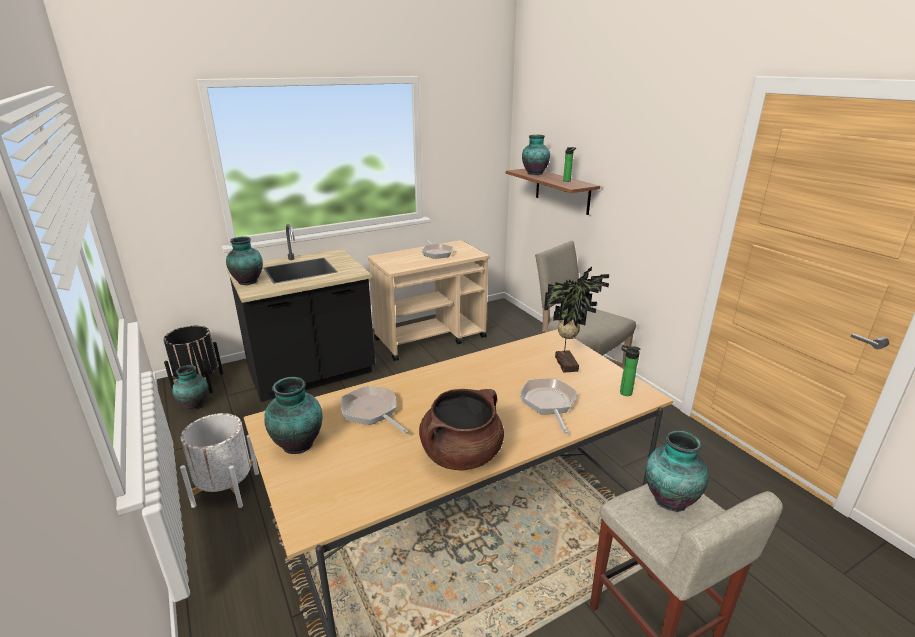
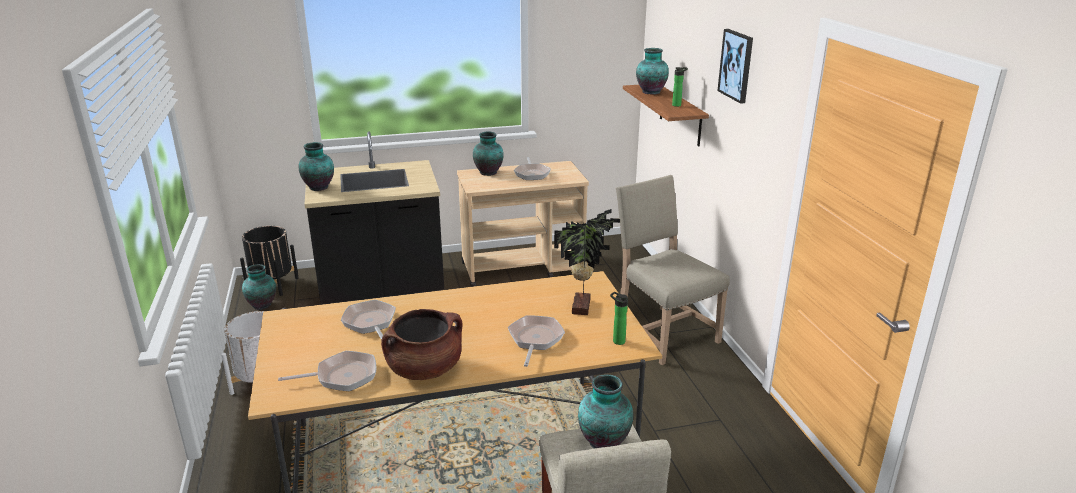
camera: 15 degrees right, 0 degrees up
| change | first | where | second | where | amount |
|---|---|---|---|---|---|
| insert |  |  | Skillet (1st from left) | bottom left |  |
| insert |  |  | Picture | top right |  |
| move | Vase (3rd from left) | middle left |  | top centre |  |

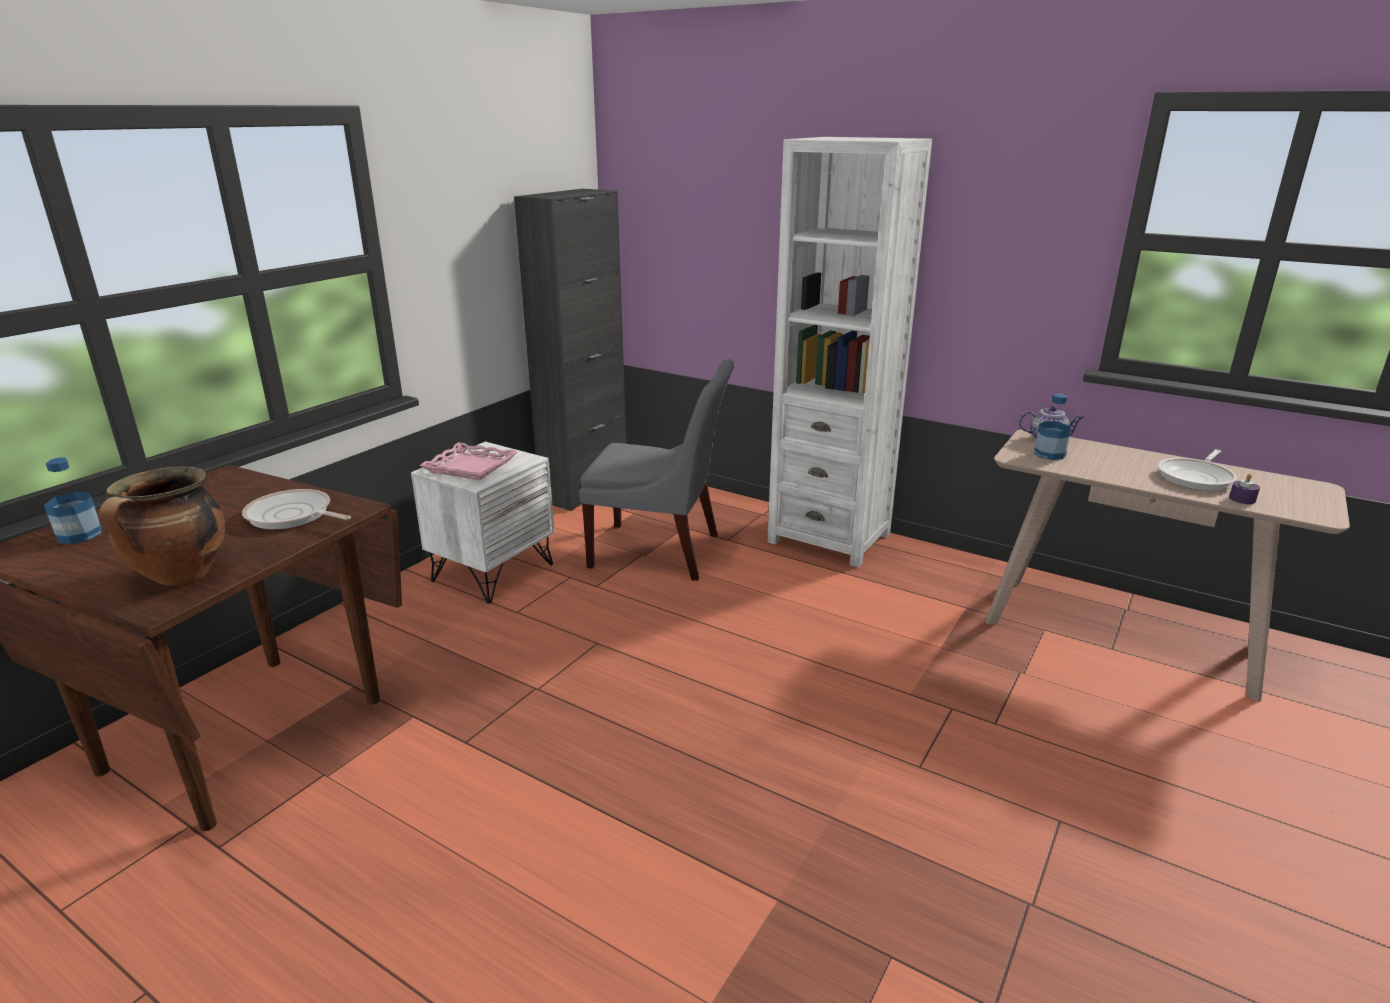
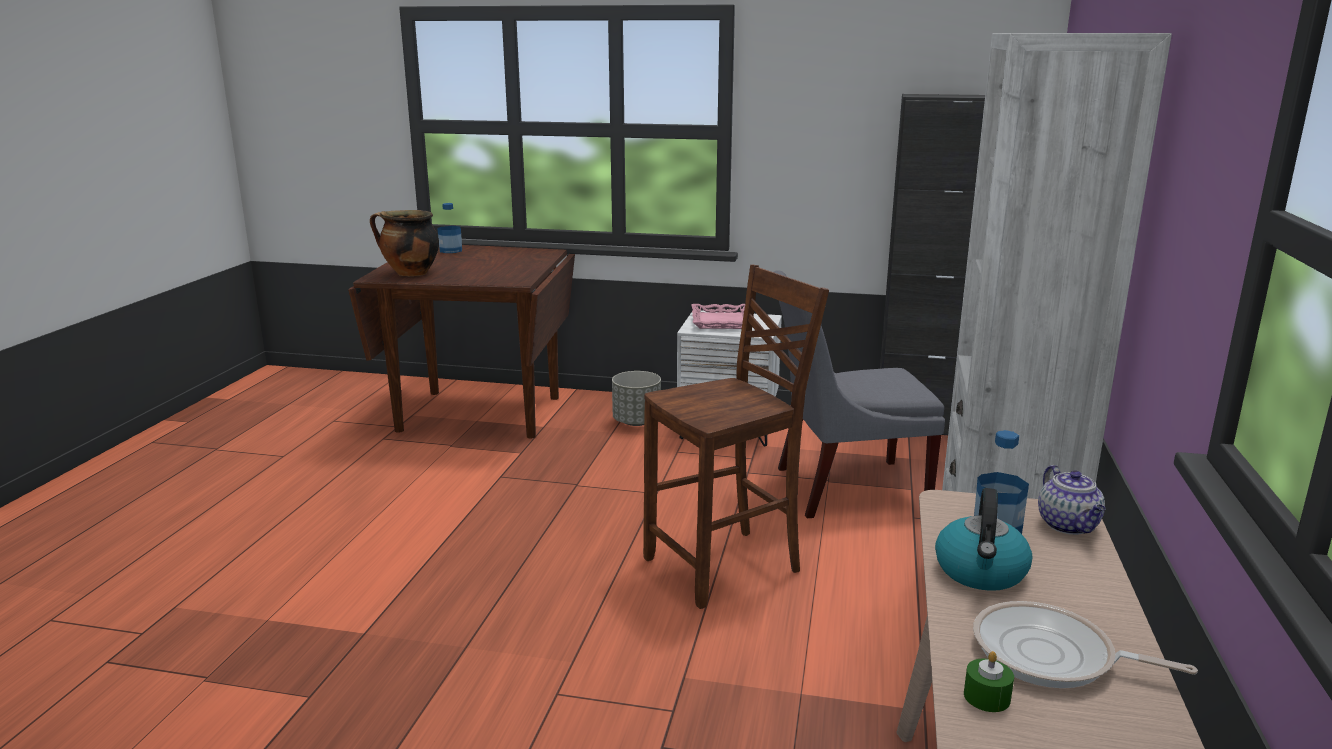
camera: 70 degrees right, 5 degrees down
| change | first | where | second | where | amount |
|---|---|---|---|---|---|
| delete | Skillet (1st from left) | middle left |  |  |  |
| insert |  |  | GrayFlowerPot | centre |  |
| insert |  |  | BrownUprightChair | centre |  |
| insert |  |  | Kettle | bottom right |  |
| recolor | PurpleColouredWaxLight | middle right | GreenishWaxLight | bottom right |  |
| rotate | GrayUprightChair | centre |  | centre | 90 degrees clockwise |

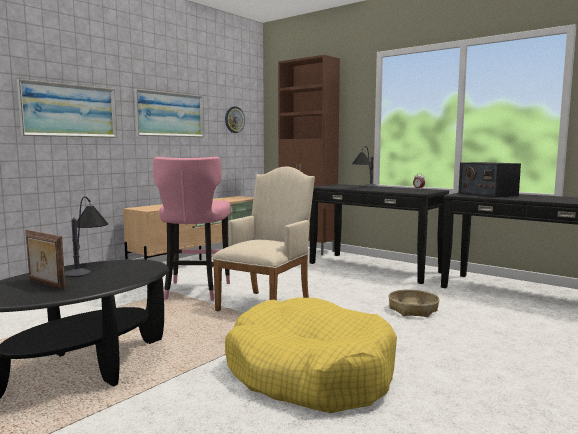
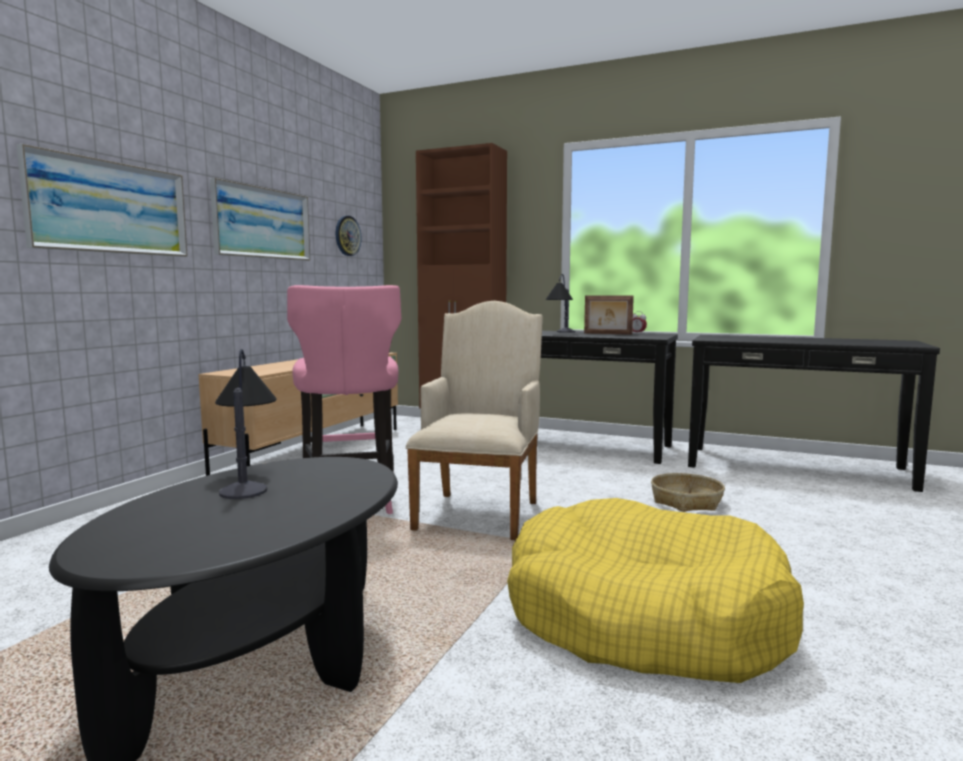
camera: 15 degrees left, 0 degrees up
| change | first | where | second | where | amount |
|---|---|---|---|---|---|
| delete | Radio | middle right |  |  |  |
| move | PictureFrame | middle left |  | centre |  |

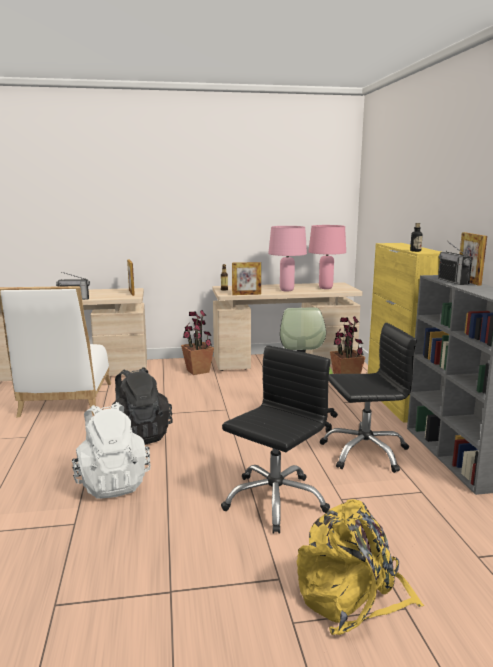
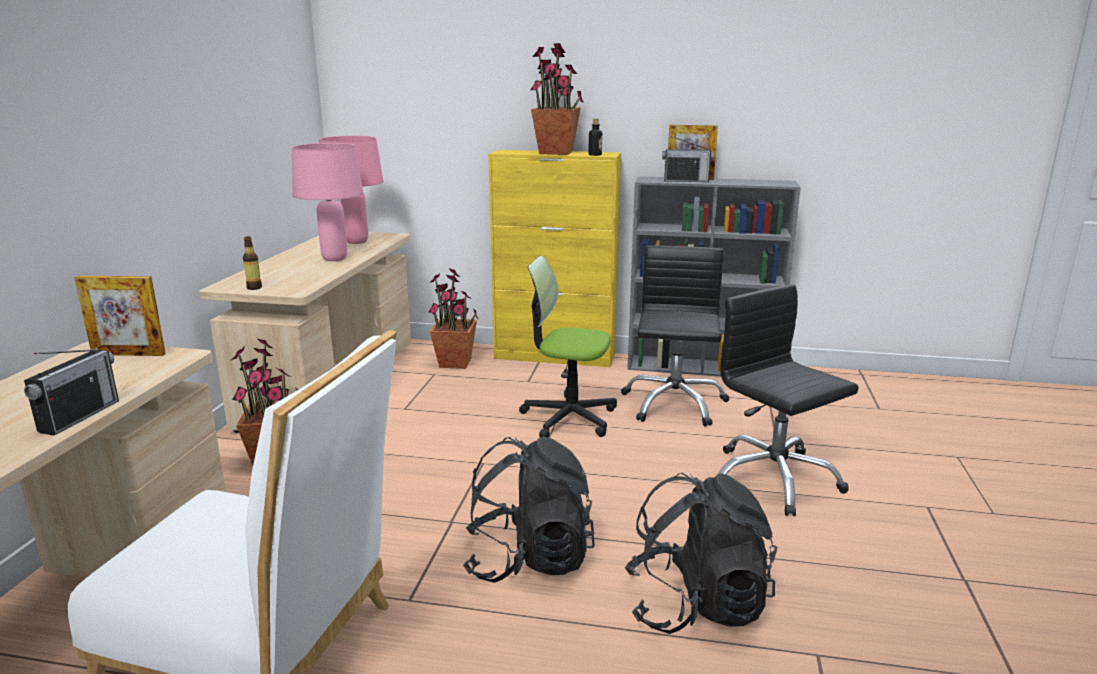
camera: 70 degrees left, 5 degrees up
| change | first | where | second | where | amount |
|---|---|---|---|---|---|
| delete | PictureFrame (2nd from left) | centre |  |  |  |
| delete | YellowKnapsack | bottom right |  |  |  |
| insert |  |  | PottedPlant (3rd from left) | top centre |  |
| recolor | WhiteColouredKnapsack | bottom left | BlackColouredKnapsack (2nd from left) | bottom centre |  |

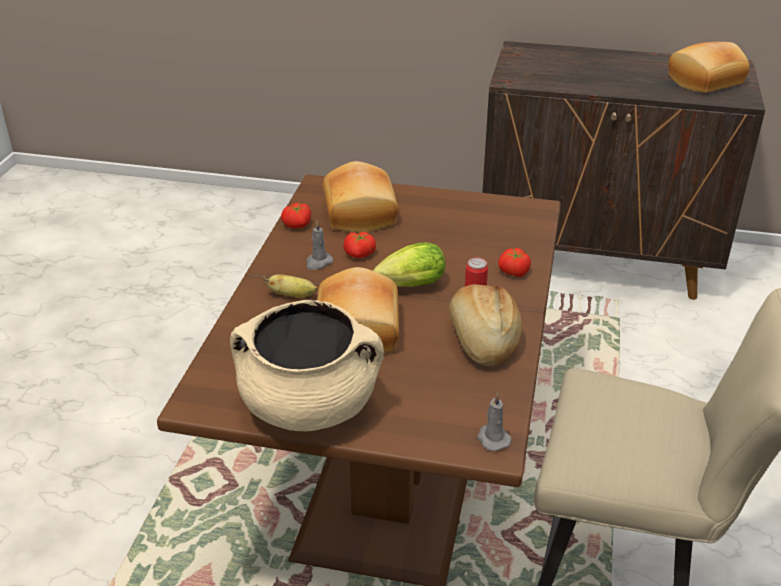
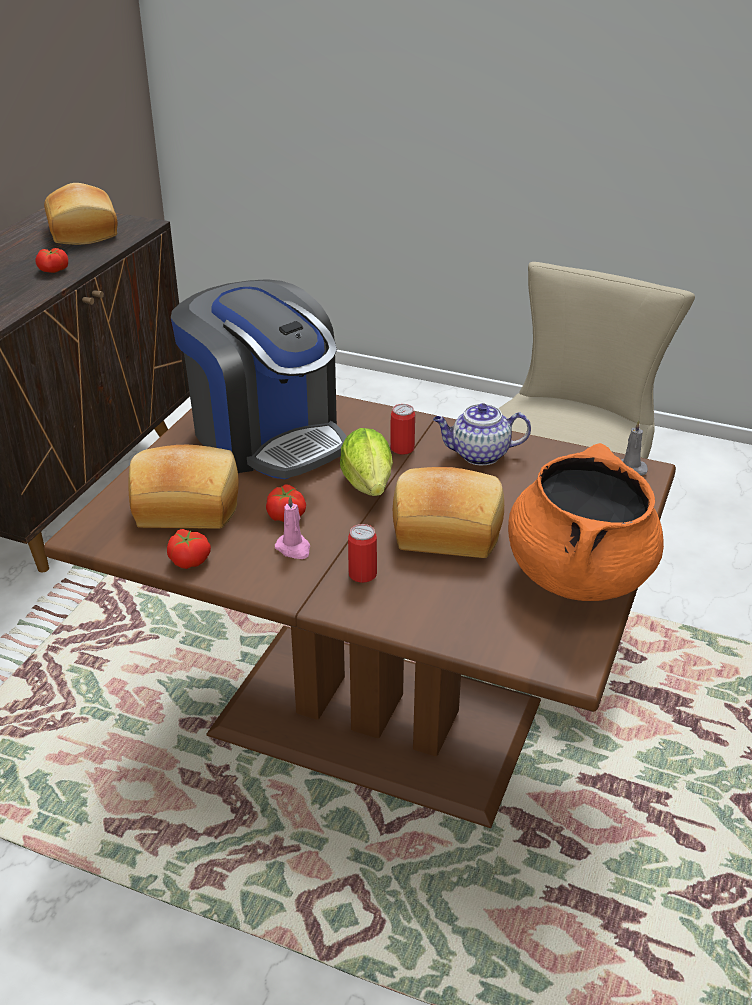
camera: 80 degrees left, 0 degrees up
| change | first | where | second | where | amount |
|---|---|---|---|---|---|
| insert |  |  | CoffeeBrewer | centre |  |
| move | FreshTomato (3rd from left in the first image) | centre | FreshTomato (1st from left) | top left |  |
| replace | Banana | centre | MetalCan (1st from left) | centre |  |
| replace | BakeryBread (3rd from left) | centre | PotForTea | centre |  |
| recolor | BeigeColouredSaucepot | centre | OrangeSaucepot | middle right |  |
| recolor | GrayWaxLight (1st from left) | centre | PinkWaxLight | centre |  |

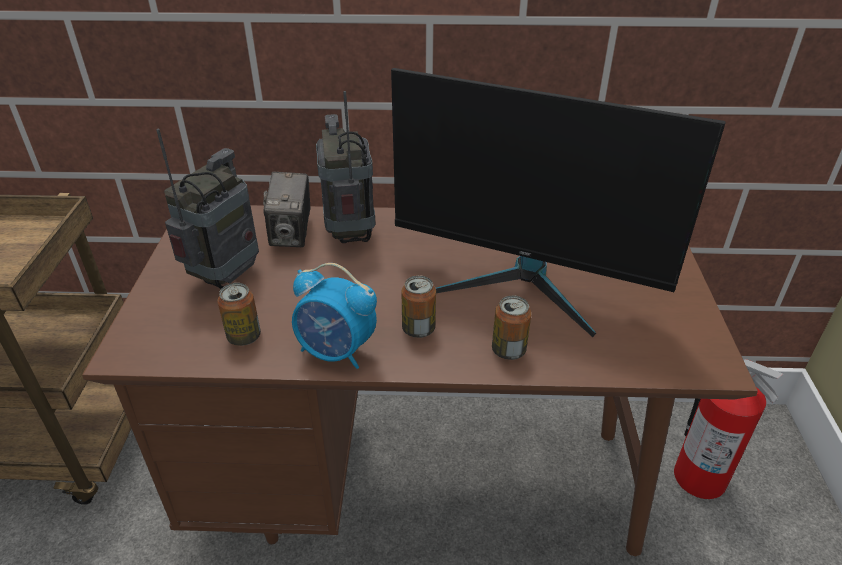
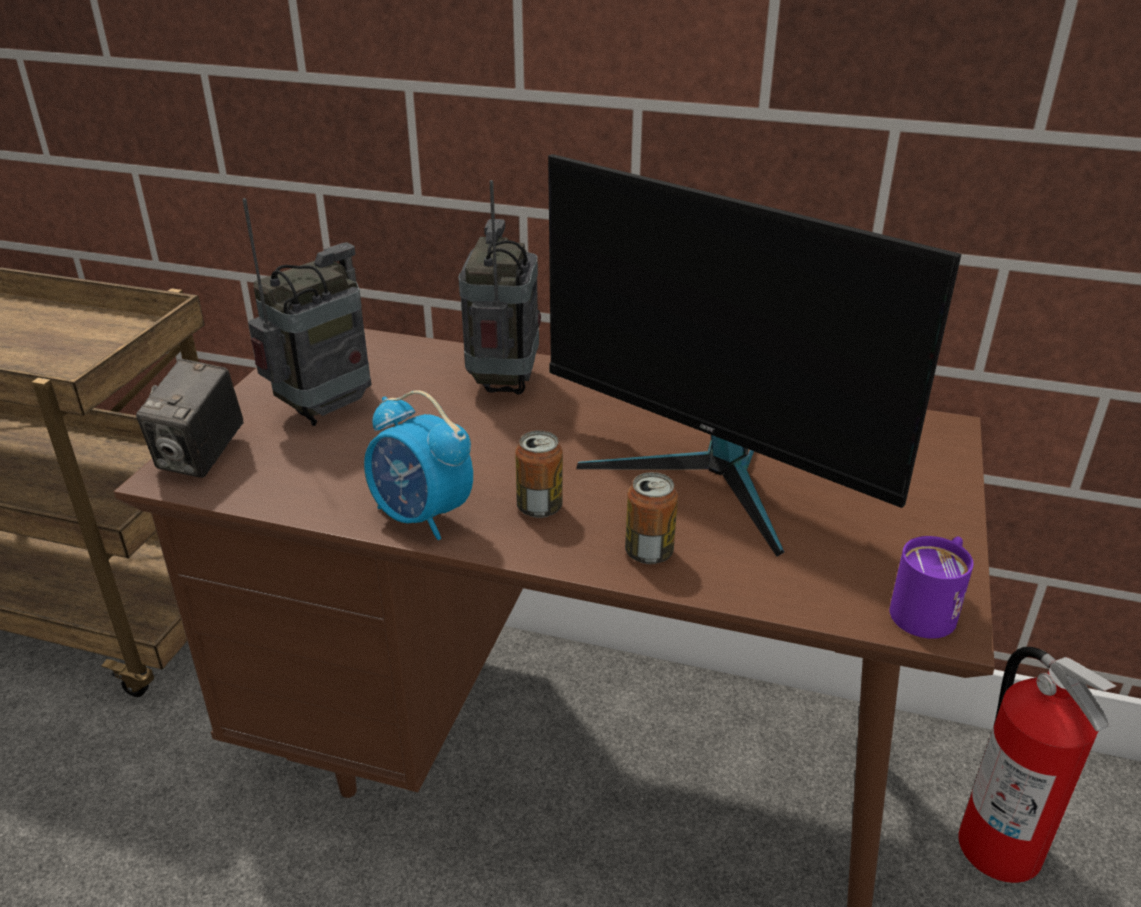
camera: 15 degrees right, 5 degrees down
| change | first | where | second | where | amount |
|---|---|---|---|---|---|
| delete | MetalCan (1st from left) | middle left |  |  |  |
| insert |  |  | PurpleColouredTeaMug | middle right |  |
| move | StillCamera | centre |  | middle left |  |

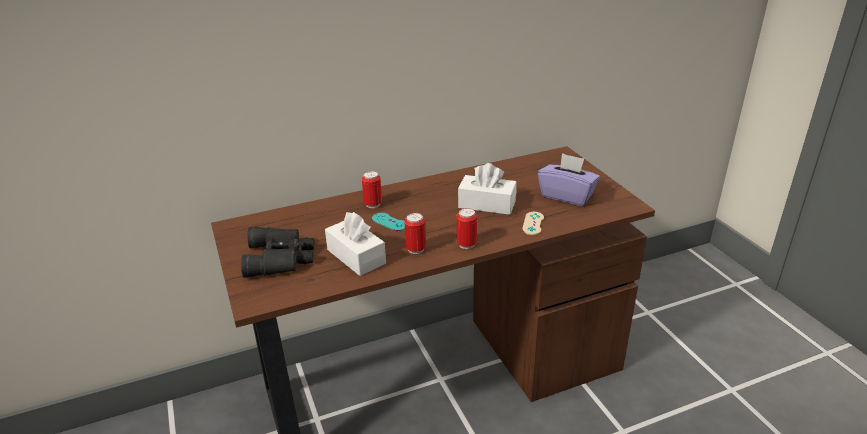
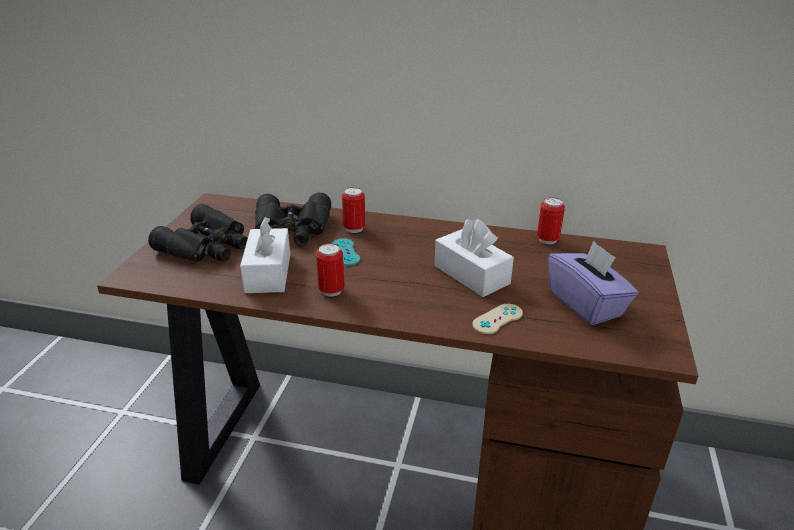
camera: 35 degrees right, 0 degrees up
| change | first | where | second | where | amount |
|---|---|---|---|---|---|
| insert |  |  | BlackColouredBinoculars (2nd from left) | centre |  |
| move | MetalCan (3rd from left) | centre |  | middle right |  |

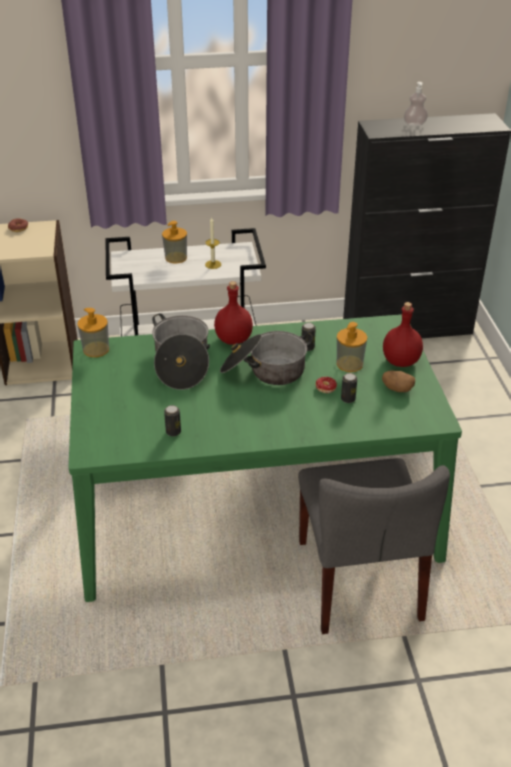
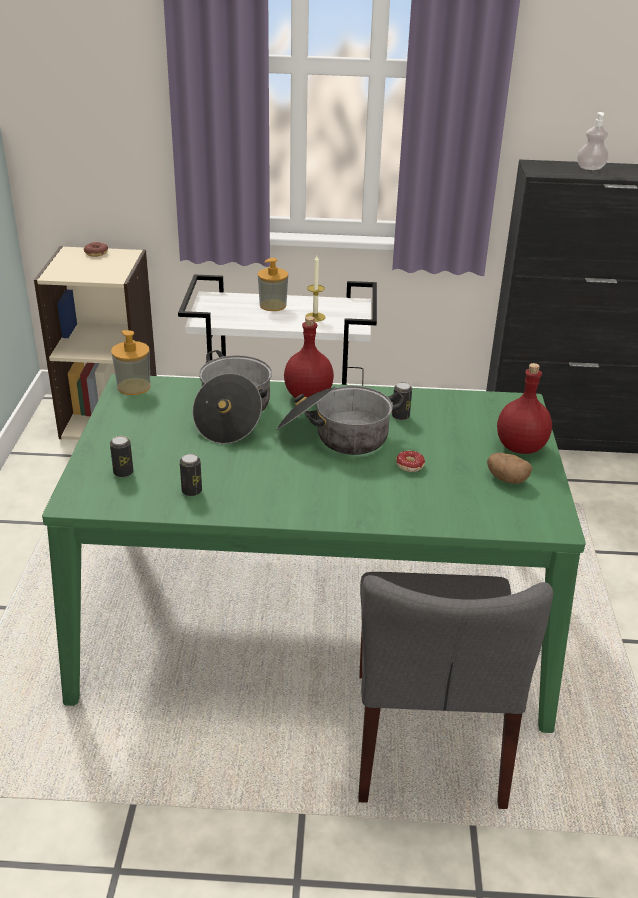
camera: 10 degrees right, 5 degrees down
| change | first | where | second | where | amount |
|---|---|---|---|---|---|
| delete | LiquidSoapBottle (3rd from left) | middle right |  |  |  |
| move | MetalCan (3rd from left in the first image) | middle right | MetalCan (1st from left) | middle left |  |

